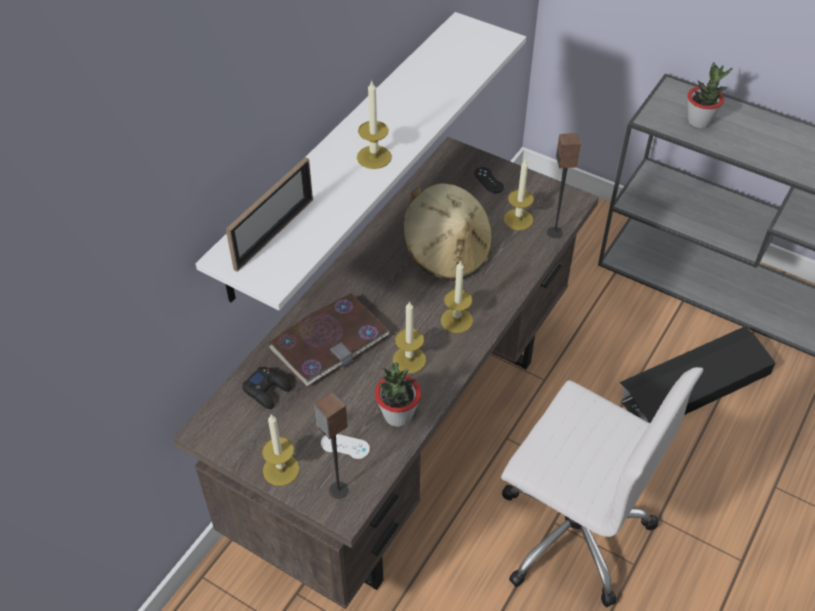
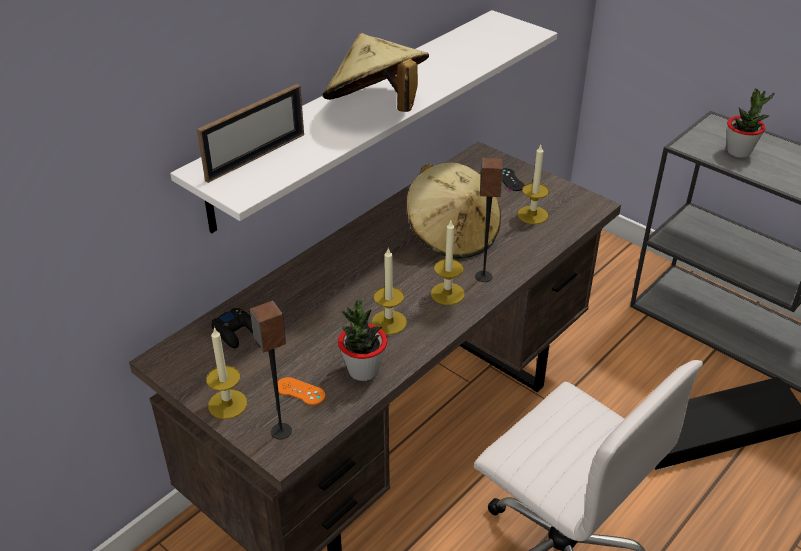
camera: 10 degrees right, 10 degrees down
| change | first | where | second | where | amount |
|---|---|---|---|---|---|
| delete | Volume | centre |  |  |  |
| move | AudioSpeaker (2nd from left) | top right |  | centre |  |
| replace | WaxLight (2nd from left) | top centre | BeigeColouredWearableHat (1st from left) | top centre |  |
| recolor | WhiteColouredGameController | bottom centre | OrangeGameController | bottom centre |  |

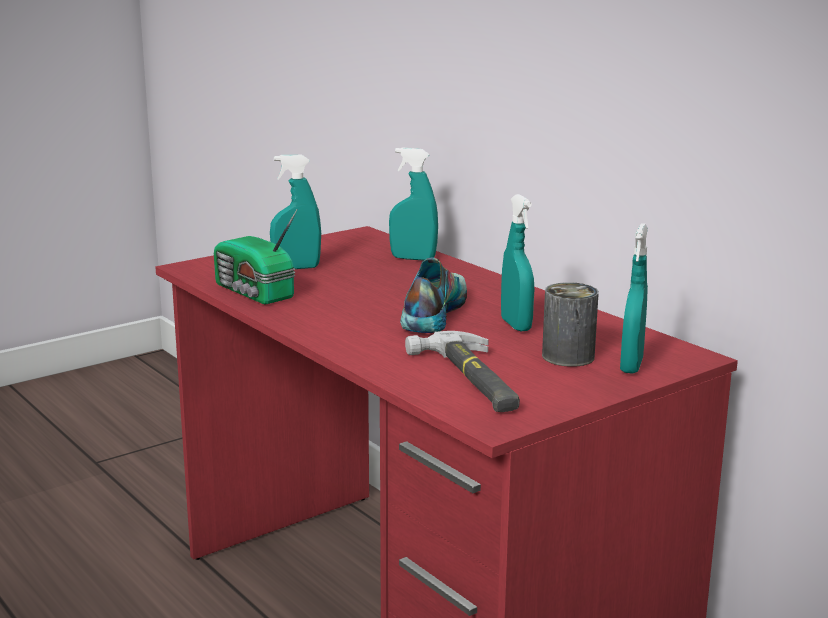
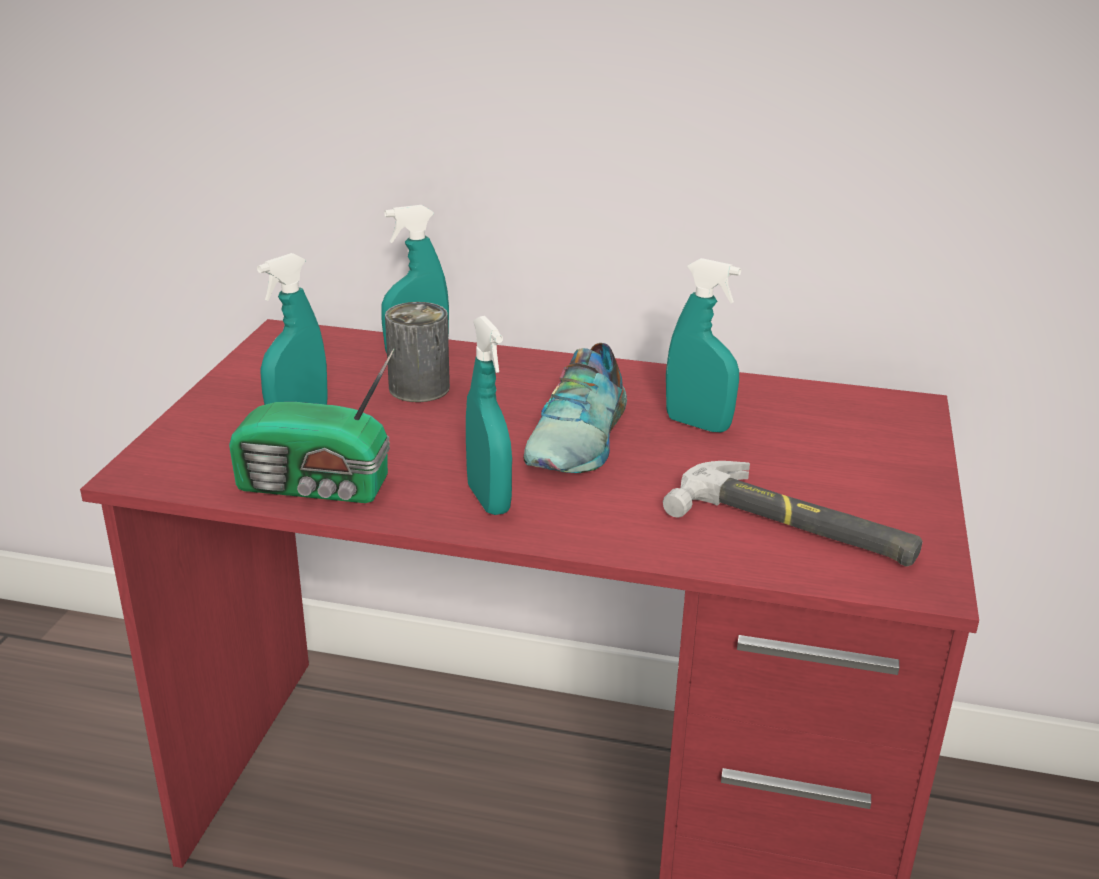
camera: 40 degrees left, 10 degrees up
| change | first | where | second | where | amount |
|---|---|---|---|---|---|
| move | MetalCan | middle right |  | centre |  |
| move | TurquoiseHandSprayer (4th from left in the first image) | middle right | TurquoiseHandSprayer (3rd from left) | centre |  |
| rotate | LowShoe | centre |  | centre | 135 degrees counterclockwise |

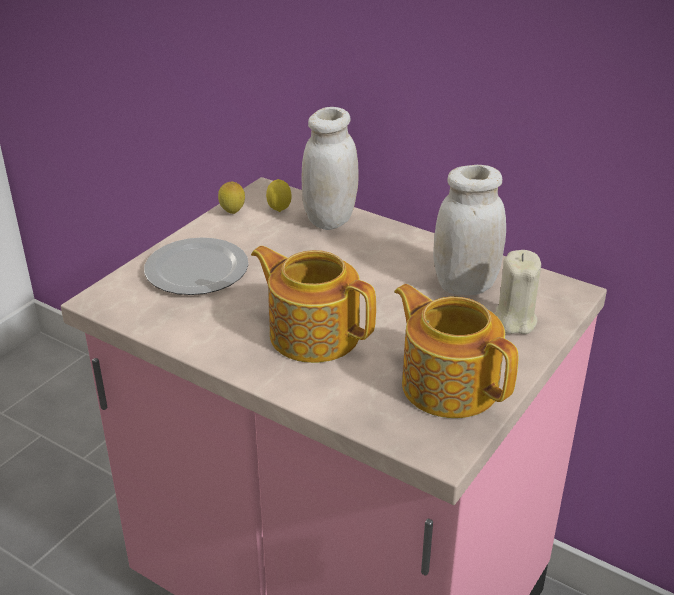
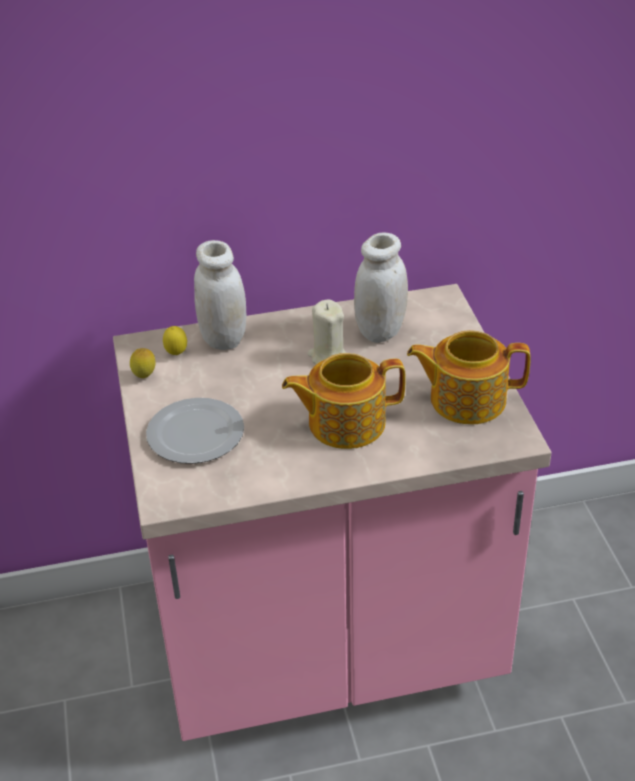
camera: 45 degrees left, 5 degrees up
| change | first | where | second | where | amount |
|---|---|---|---|---|---|
| move | BeigeColouredWaxLight | middle right |  | centre |  |

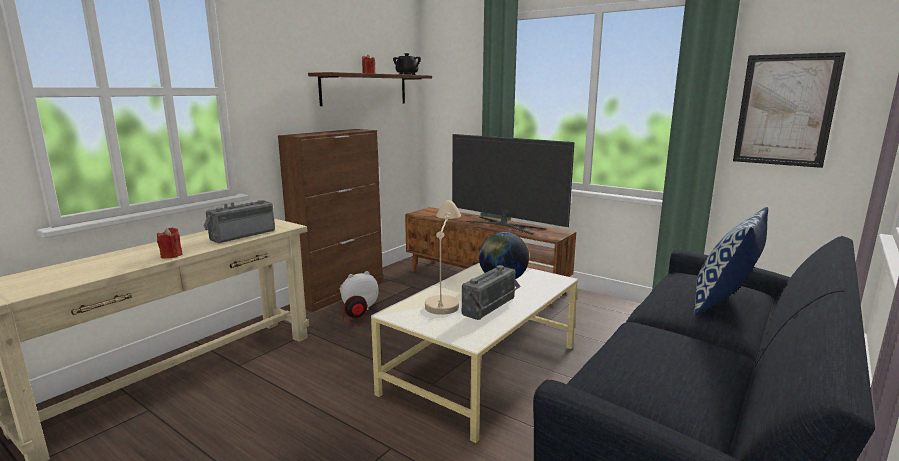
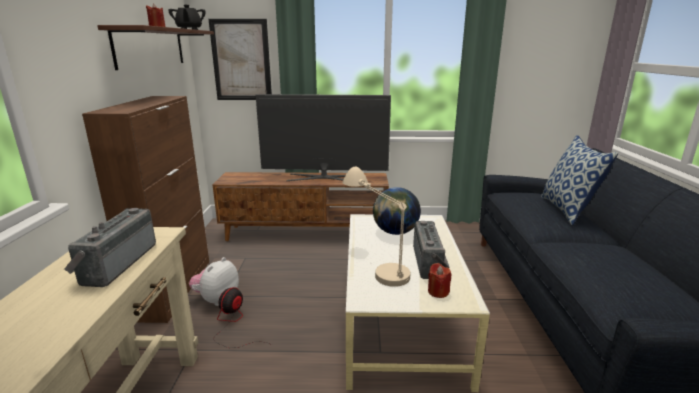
camera: 35 degrees left, 5 degrees up
| change | first | where | second | where | amount |
|---|---|---|---|---|---|
| move | ReddishWaxLight (1st from left in the first image) | middle left | ReddishWaxLight (2nd from left) | bottom centre |  |
| move | Picture | top right |  | top centre |  |

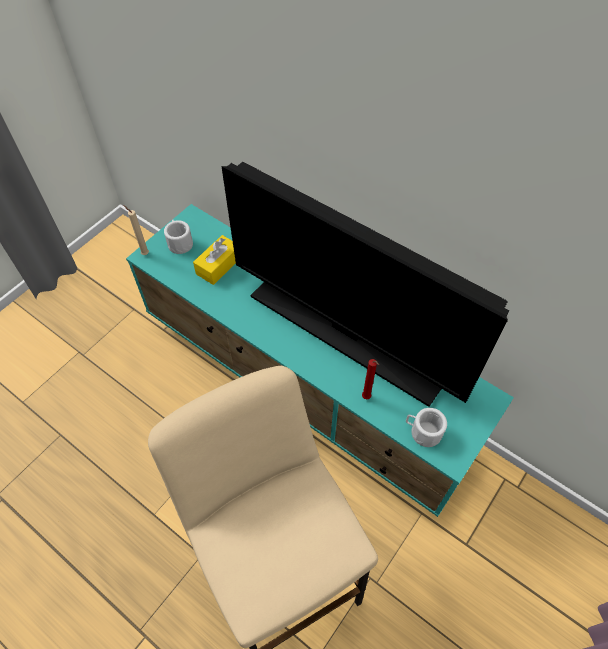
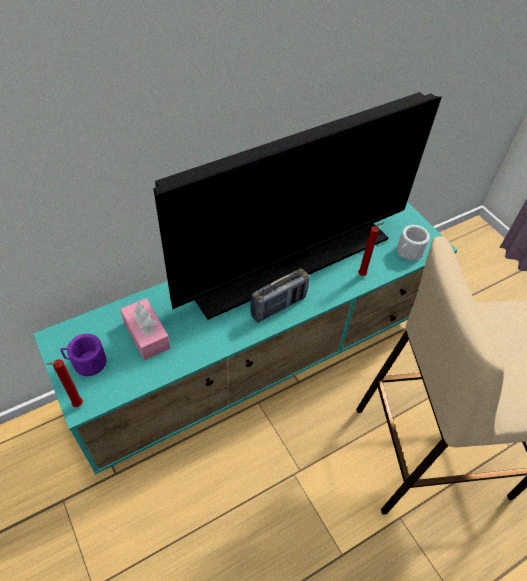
camera: 70 degrees left, 5 degrees down
| change | first | where | second | where | amount |
|---|---|---|---|---|---|
| insert |  |  | Radio | centre |  |
| recolor | BeigeColouredWaxLight | middle left | ReddishWaxLight (1st from left) | middle left |  |
| recolor | WhiteColouredTeaMug (1st from left) | middle left | PurpleColouredTeaMug | middle left |  |
| recolor | YellowBoxOfTissues | centre | PinkBoxOfTissues | middle left |  |

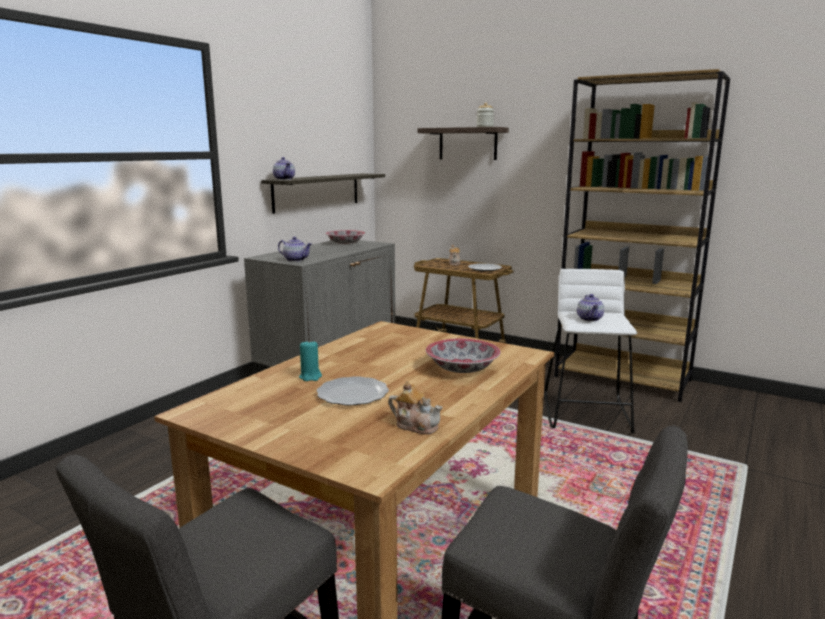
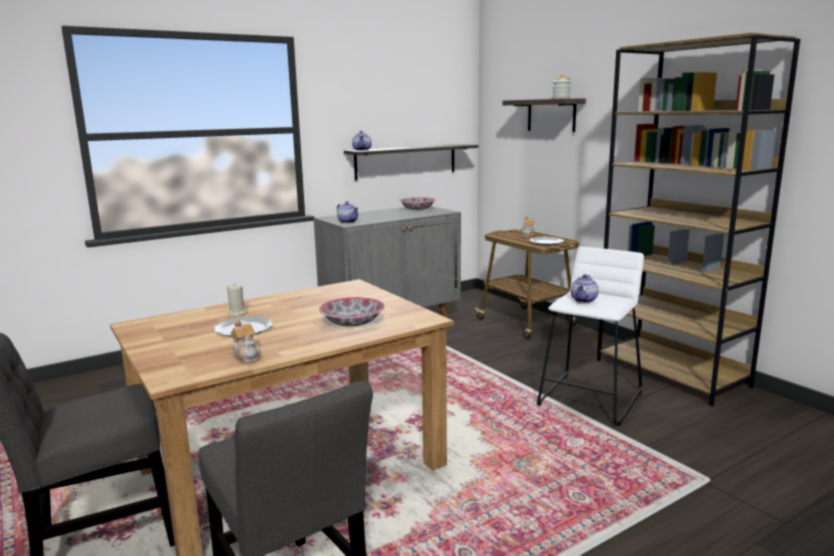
camera: 25 degrees right, 0 degrees up
| change | first | where | second | where | amount |
|---|---|---|---|---|---|
| recolor | TurquoiseWaxLight | centre | BeigeColouredWaxLight | middle left |  |

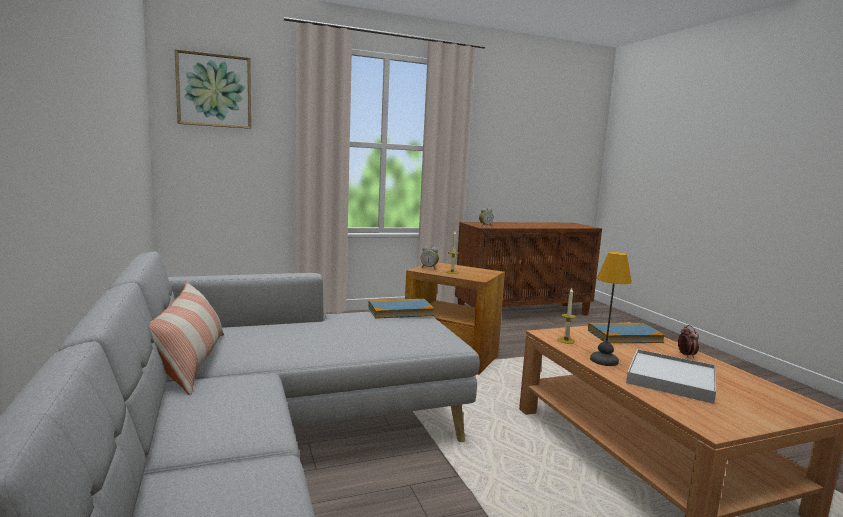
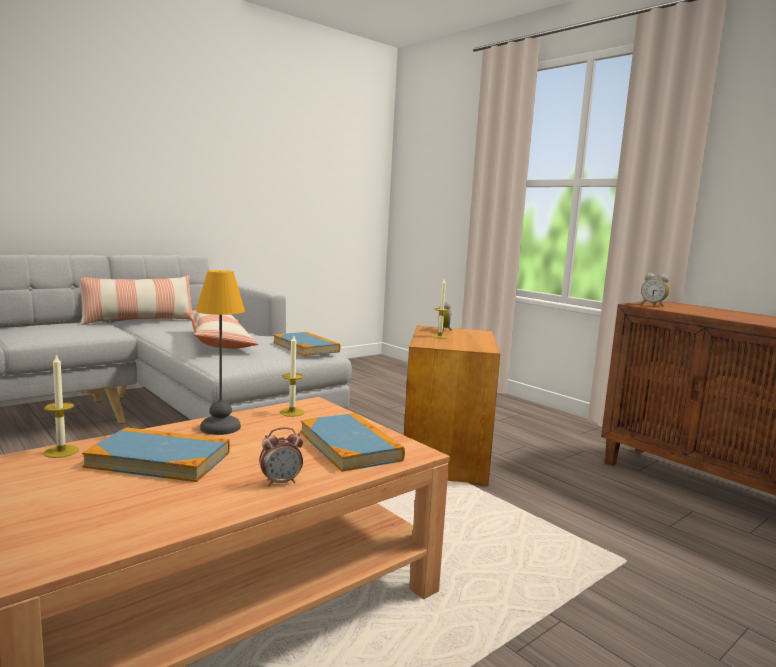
camera: 70 degrees right, 0 degrees up
| change | first | where | second | where | amount |
|---|---|---|---|---|---|
| delete | Picture | top left |  |  |  |
| insert |  |  | WaxLight (1st from left) | middle left |  |
| insert |  |  | Cushion (2nd from left) | middle left |  |
| replace | WhiteColouredServingTray | bottom right | Volume (1st from left) | bottom left |  |

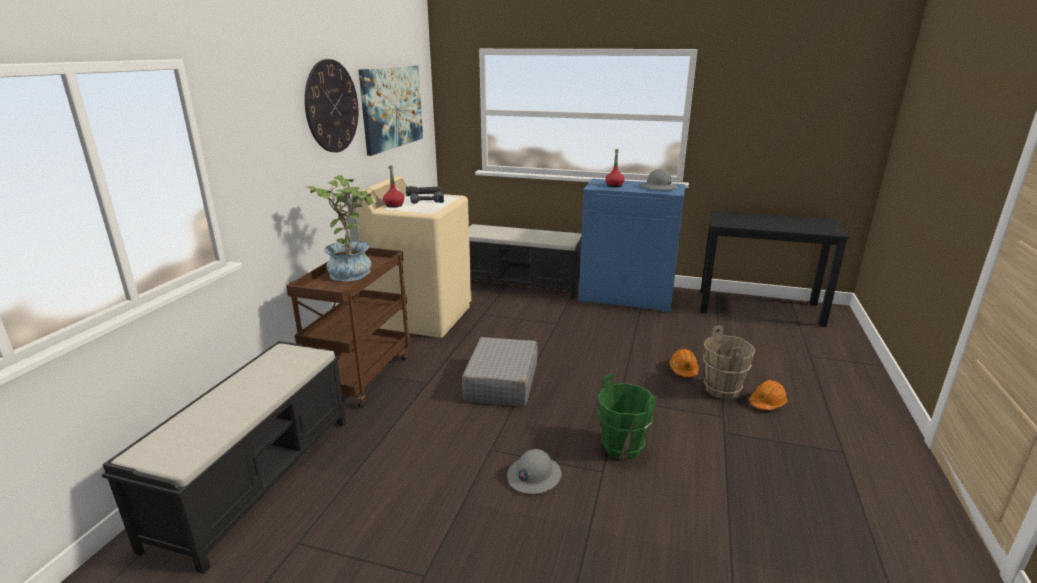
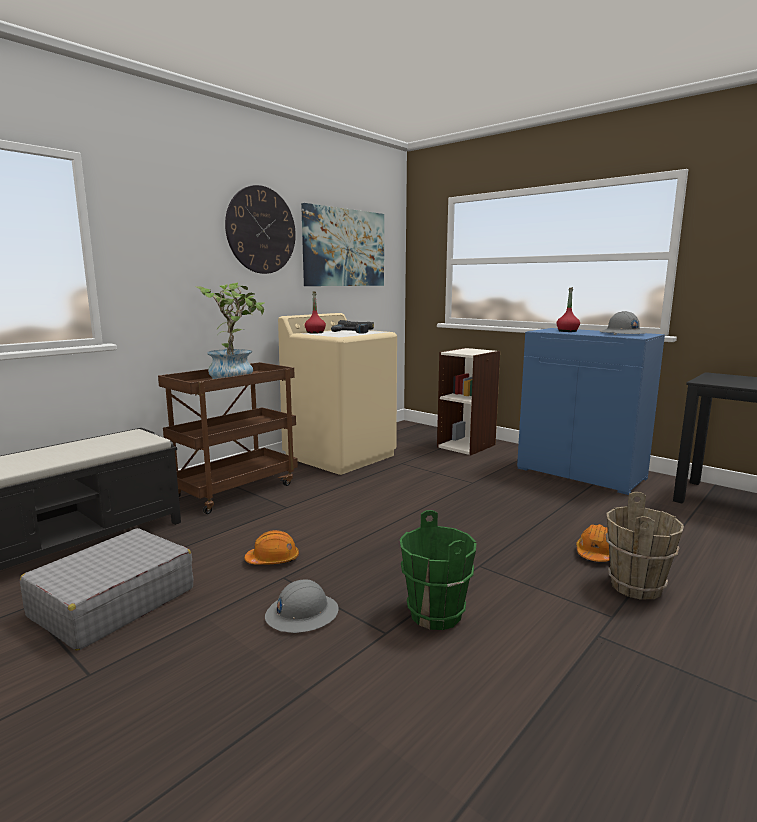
camera: 25 degrees right, 10 degrees down
| change | first | where | second | where | amount |
|---|---|---|---|---|---|
| move | GraySuitcase | centre |  | bottom left |  |
| move | OrangeSafetyHelmet (2nd from left in the first image) | bottom right | OrangeSafetyHelmet (1st from left) | centre |  |
| replace | BlackColouredLongSeat (2nd from left) | centre | ShelvingUnit | centre |  |

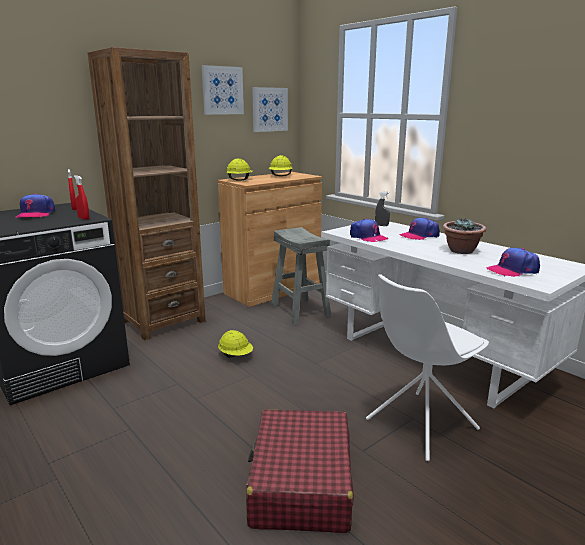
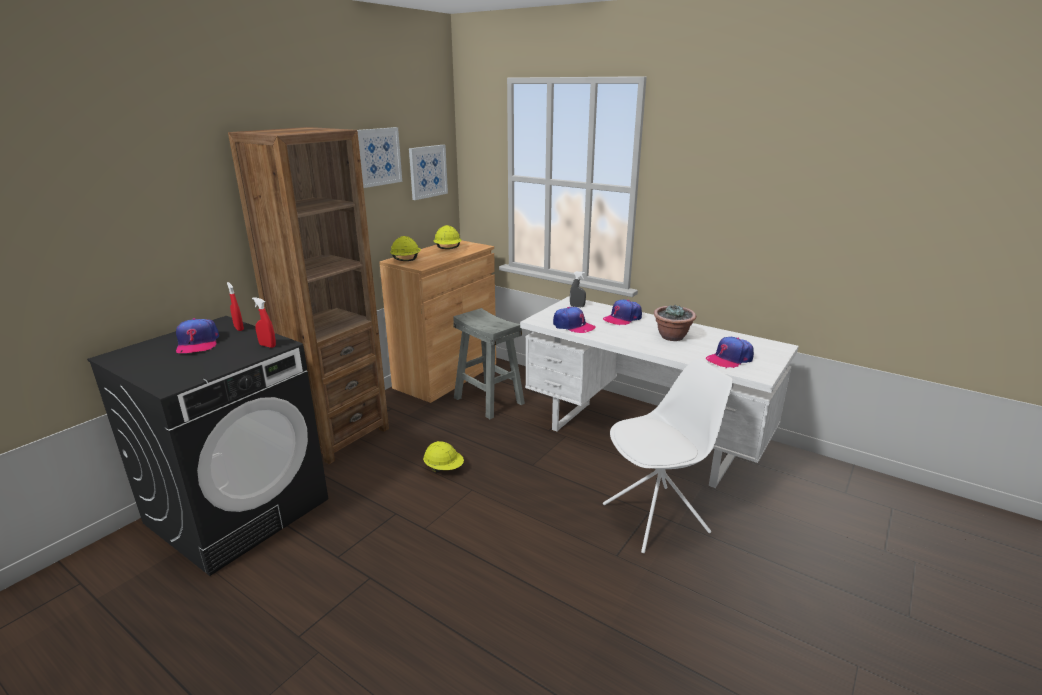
camera: 15 degrees left, 5 degrees up
| change | first | where | second | where | amount |
|---|---|---|---|---|---|
| delete | ReddishSuitcase | bottom centre |  |  |  |
| rotate | WhiteColouredUprightChair | bottom right |  | centre | 150 degrees counterclockwise |

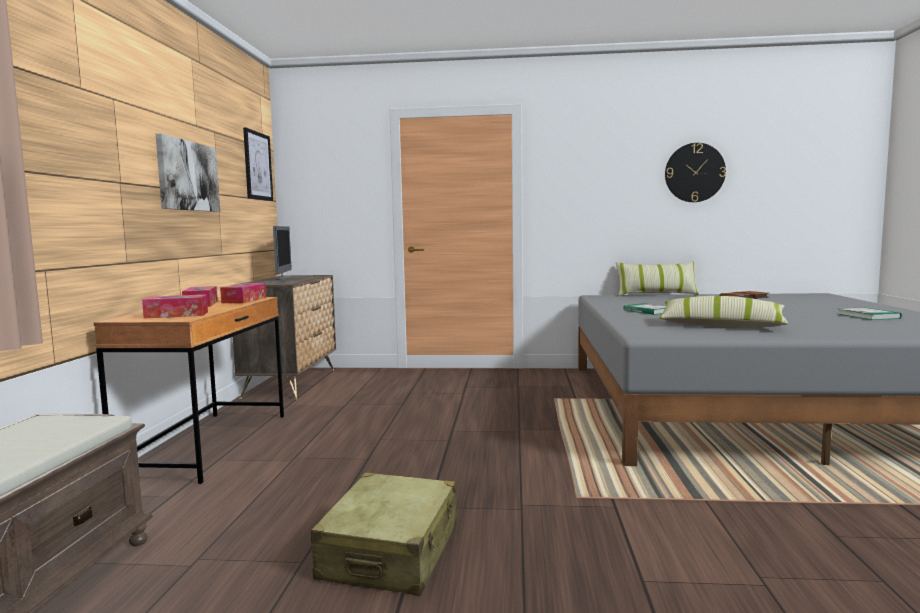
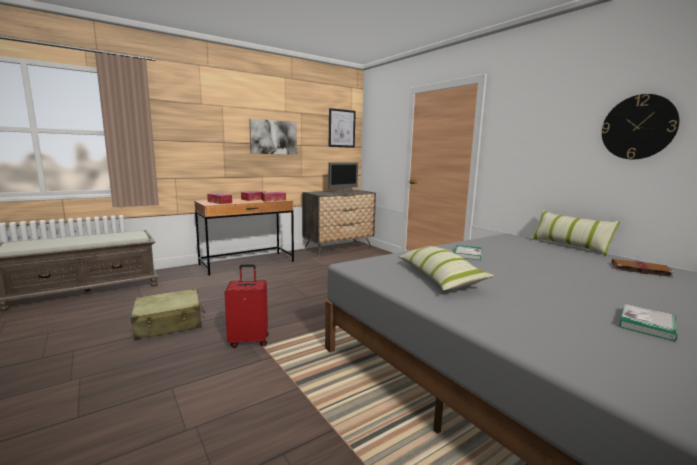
camera: 50 degrees right, 5 degrees up
| change | first | where | second | where | amount |
|---|---|---|---|---|---|
| insert |  |  | ReddishSuitcase | centre |  |

